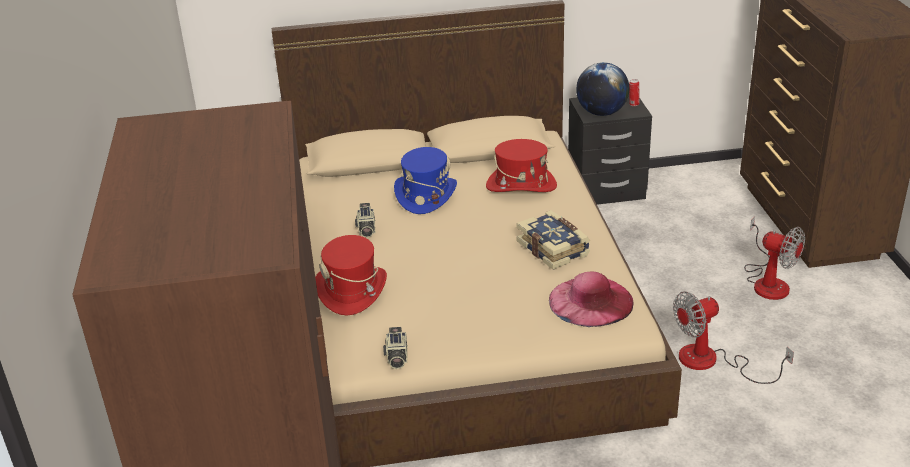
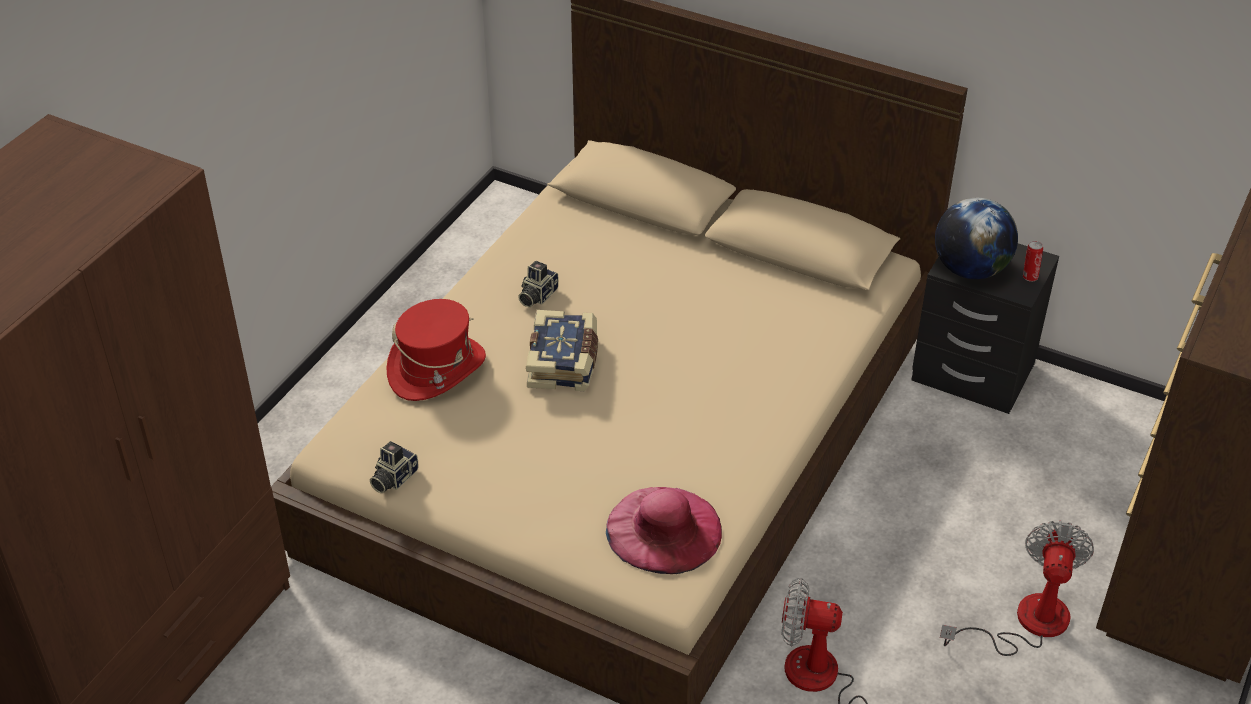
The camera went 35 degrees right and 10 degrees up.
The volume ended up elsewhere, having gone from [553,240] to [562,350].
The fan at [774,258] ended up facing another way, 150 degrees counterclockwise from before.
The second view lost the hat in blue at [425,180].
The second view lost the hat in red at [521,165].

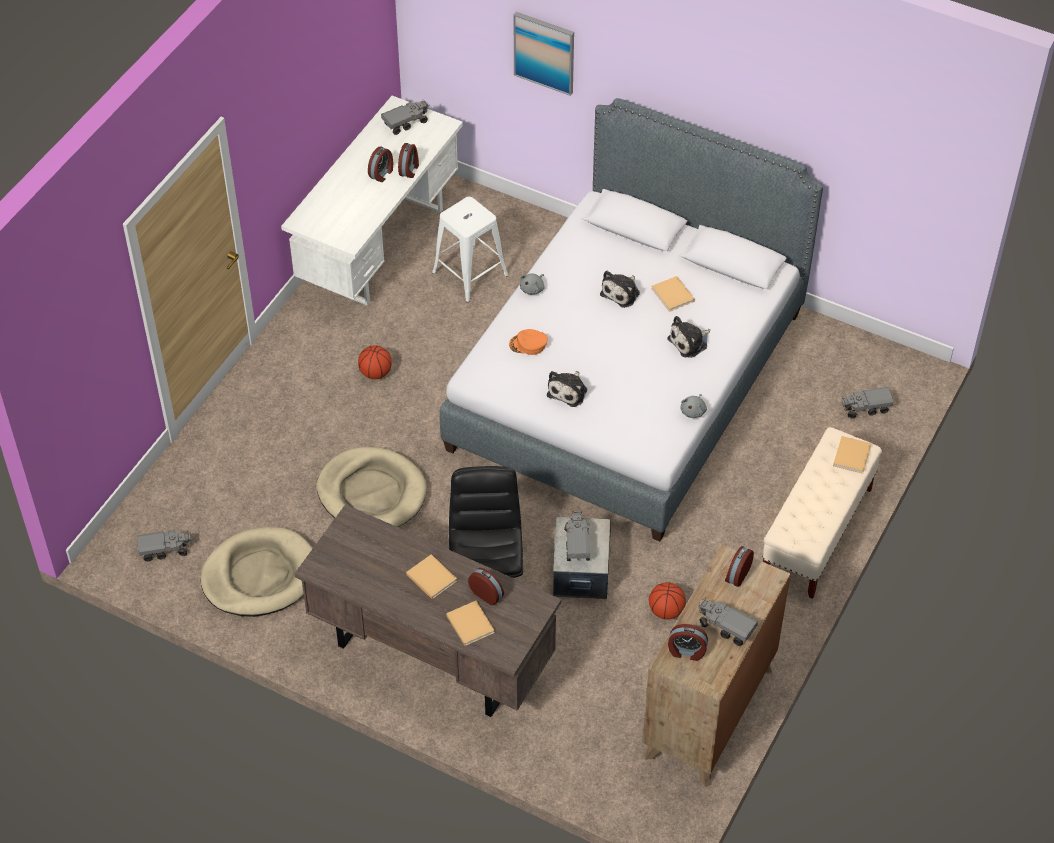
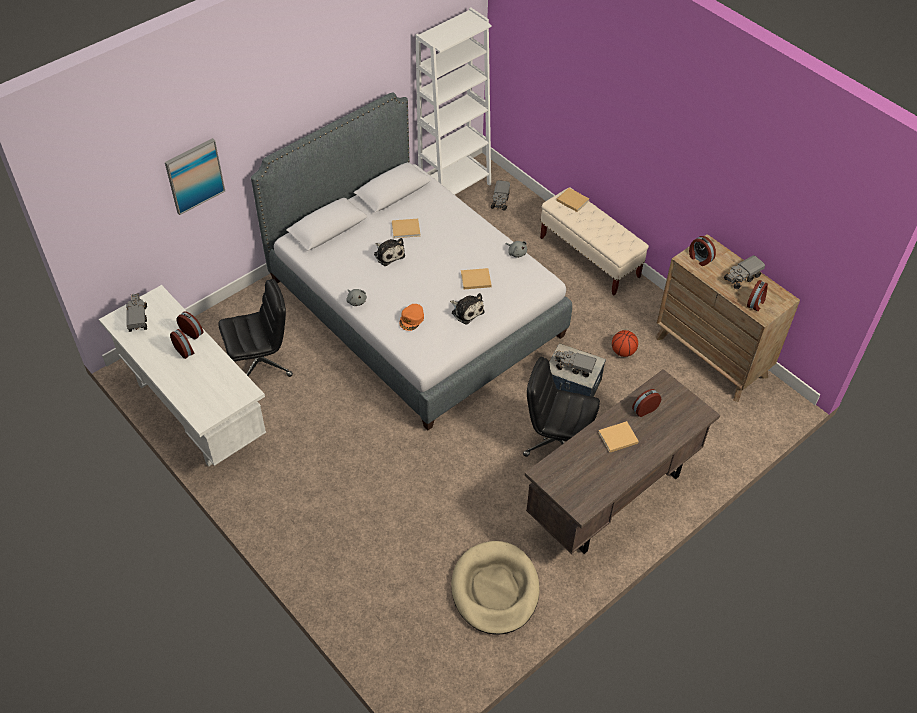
The camera went 70 degrees left and 0 degrees up.
Where the sitting stool in white-coloured stood at [470,250], the desk chair in black-coloured came to stand at [256,328].
The second view gained the shelving unit in white-coloured at [454,101].
The volume in beige ended up elsewhere, having gone from [470,623] to [476,278].
The second view lost the toy truck at [164,546].
The second view lost the dog cushion in beige at [372,487].
The second view lost the basketball at [375,362].
The second view lost the cuddly toy at [688,337].

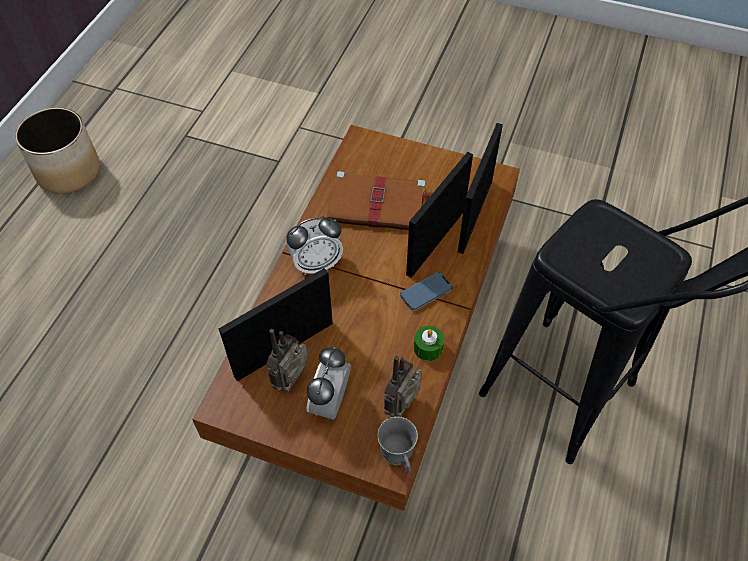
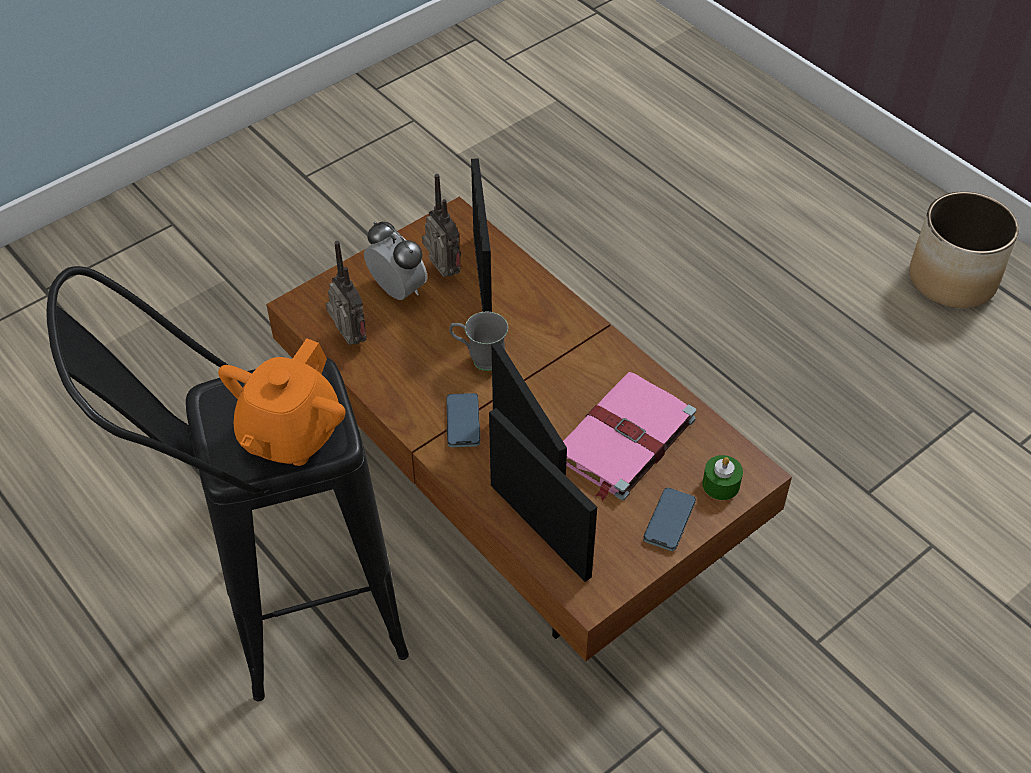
The camera went 120 degrees right and 5 degrees down.
The second view gained the pot for tea in orange at [282,402].
The tea mug in greyish ended up elsewhere, having gone from [397,445] to [478,341].
What was the volume in brownish at [378,200] turned into the volume in pink-coloured at [629,436].
The second view gained the phone at [669,519].
The candle in greenish ended up elsewhere, having gone from [429,343] to [722,477].
The second view lost the table clock at [314,246].

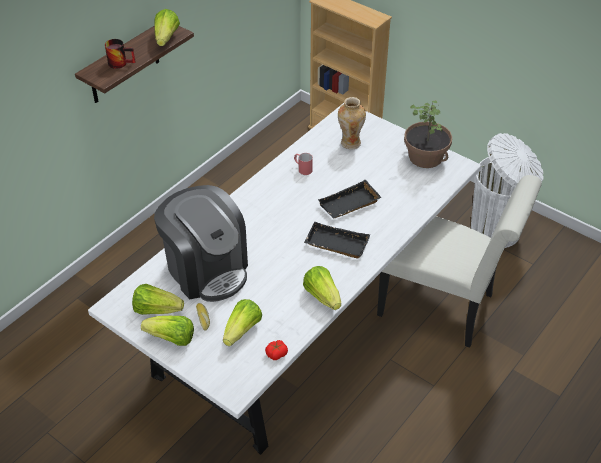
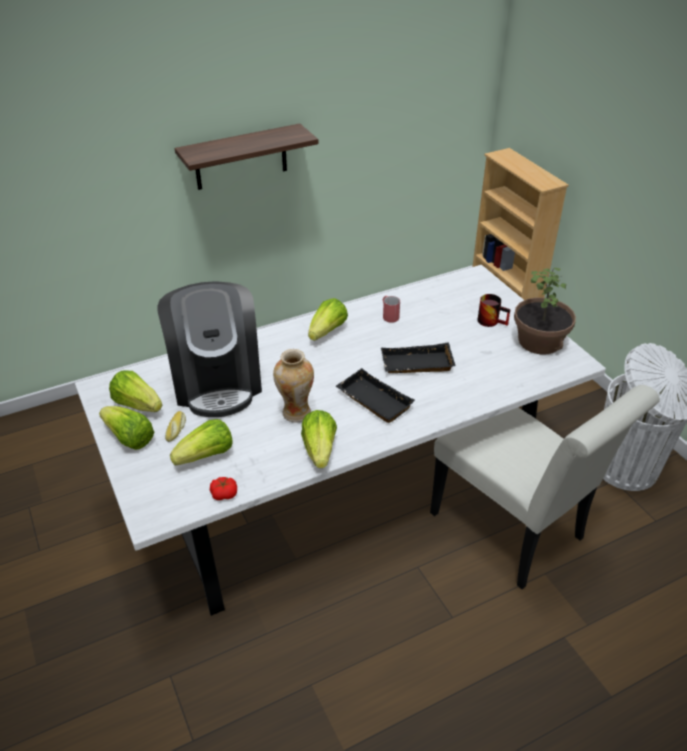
The camera went 25 degrees right and 5 degrees down.
The decorative vase ended up elsewhere, having gone from [352,123] to [293,385].
The head of lettuce ended up elsewhere, having gone from [167,27] to [328,319].
The tea mug ended up elsewhere, having gone from [120,54] to [494,310].

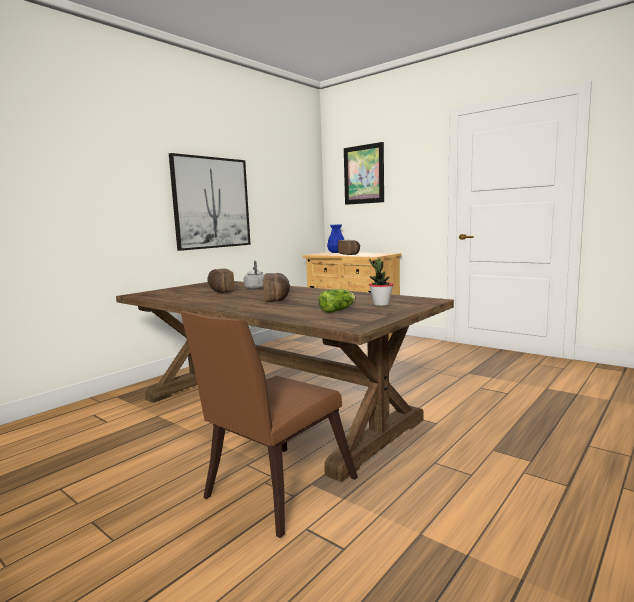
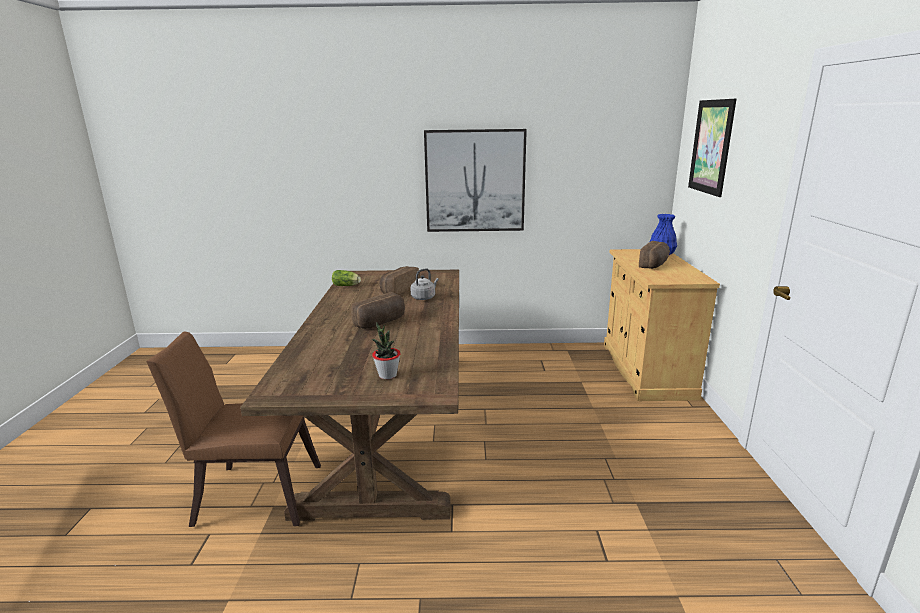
The camera went 50 degrees right and 10 degrees up.
The head of lettuce ended up elsewhere, having gone from [337,301] to [346,278].

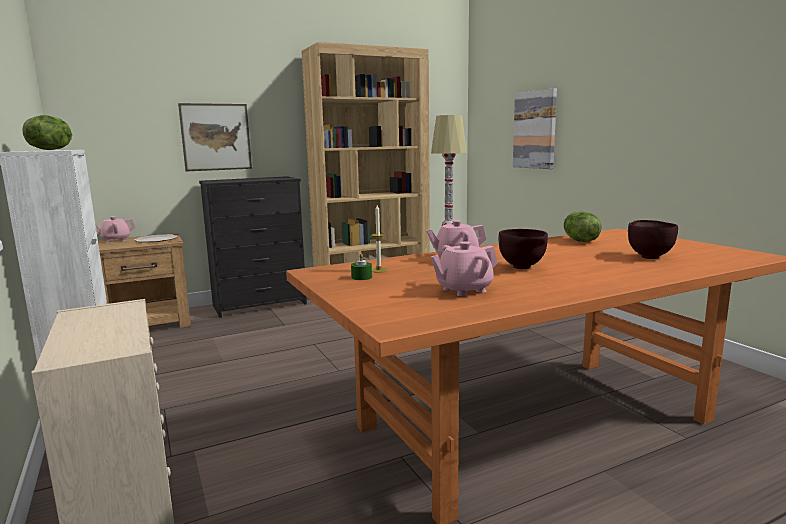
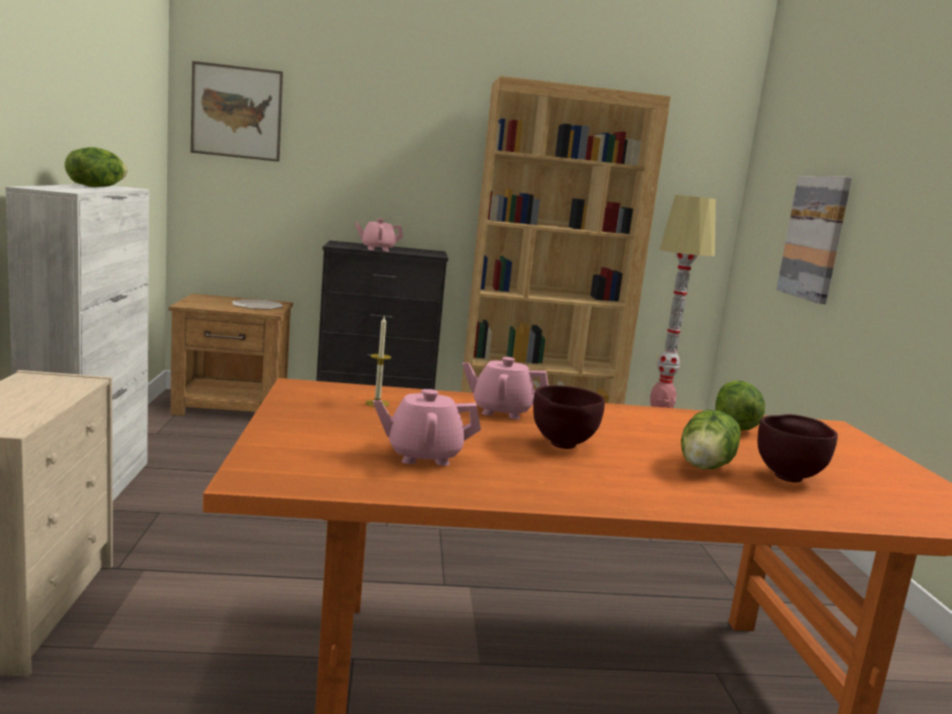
The camera went 20 degrees right and 0 degrees up.
The wall picture ended up elsewhere, having gone from [215,137] to [237,111].
The pot for tea in pink-coloured ended up elsewhere, having gone from [115,229] to [379,235].
The second view gained the head of lettuce at [711,439].
The second view lost the candle in greenish at [361,266].

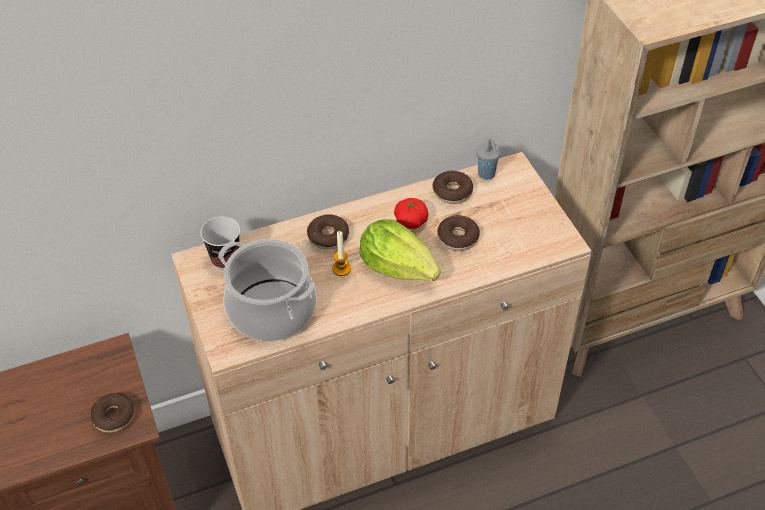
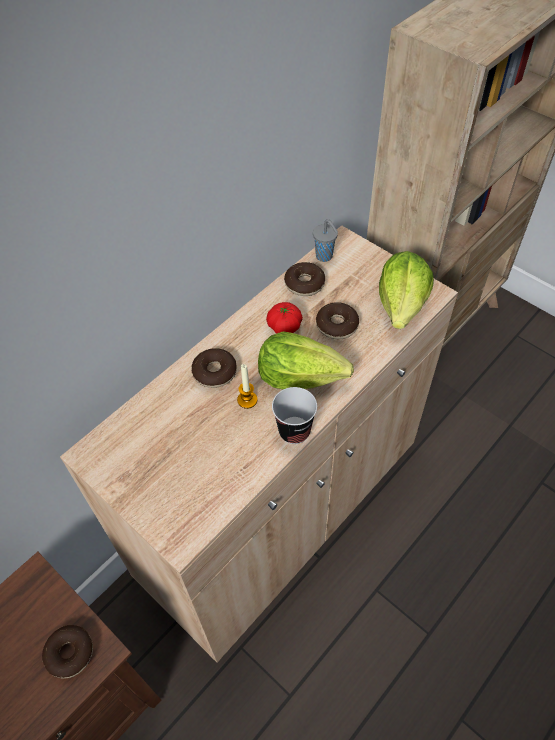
The camera went 25 degrees left and 5 degrees up.
The small cup ended up elsewhere, having gone from [220,243] to [294,415].
The second view gained the head of lettuce at [406,290].
The second view lost the saucepot at [267,290].

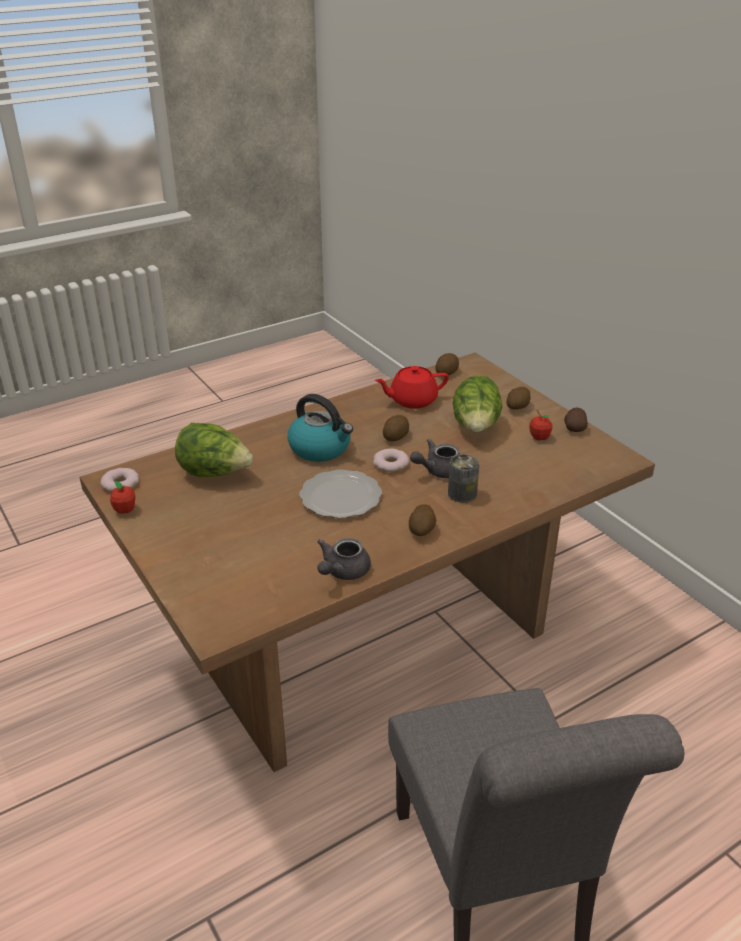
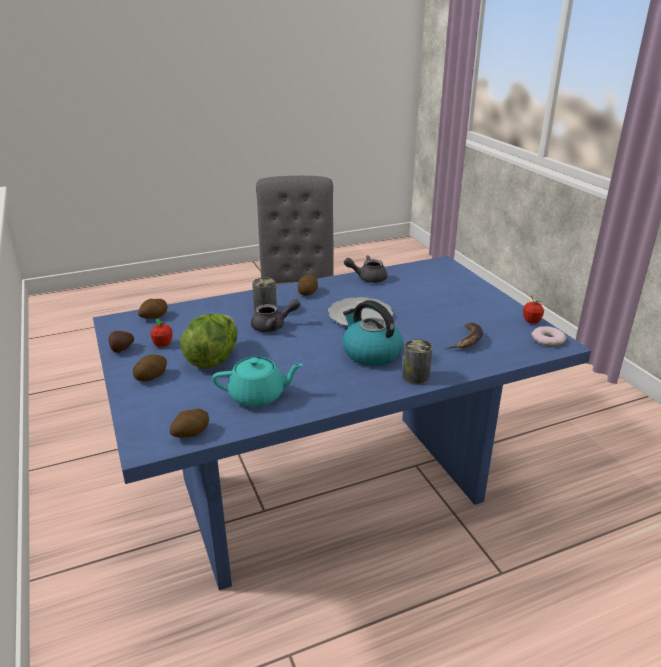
The camera went 170 degrees left and 5 degrees down.
What was the dinner table in brownish at [367,562] turned into the dinner table in blue at [342,423].
The potato ended up elsewhere, having gone from [396,428] to [153,309].
What was the pot for tea in red at [412,387] turned into the pot for tea in turquoise-coloured at [257,382].
The pot for tea in greyish at [344,559] ended up facing another way, 135 degrees counterclockwise from before.
The second view gained the can at [417,362].
Where the head of lettuce stood at [214,450], the whole banana came to stand at [464,336].
The second view lost the ring doughnut at [391,460].

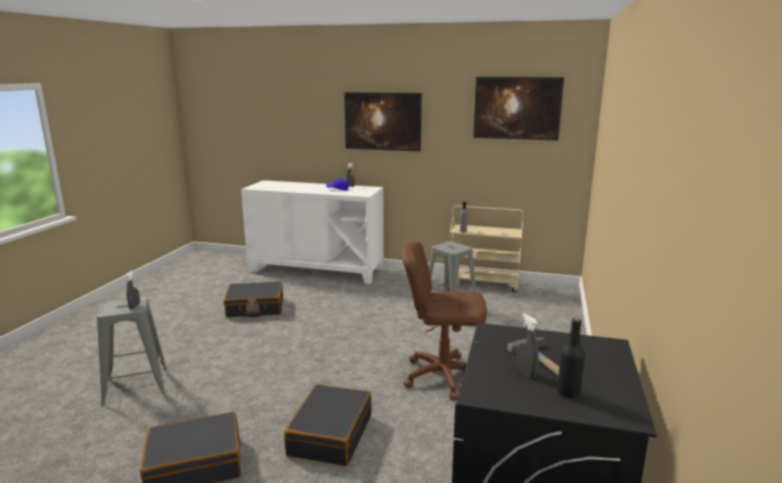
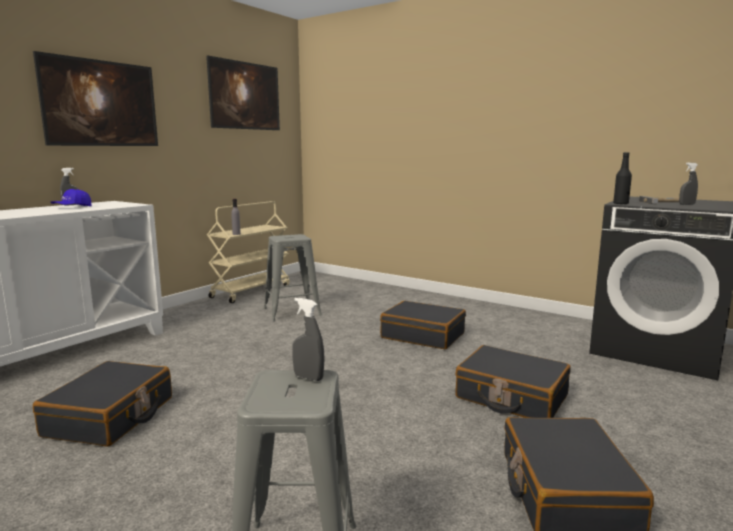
The camera went 70 degrees left and 5 degrees down.
Where the desk chair in brownish stood at [444,320], the piece of luggage in black-coloured came to stand at [423,325].
The bottle in black-coloured ended up elsewhere, having gone from [571,358] to [622,178].

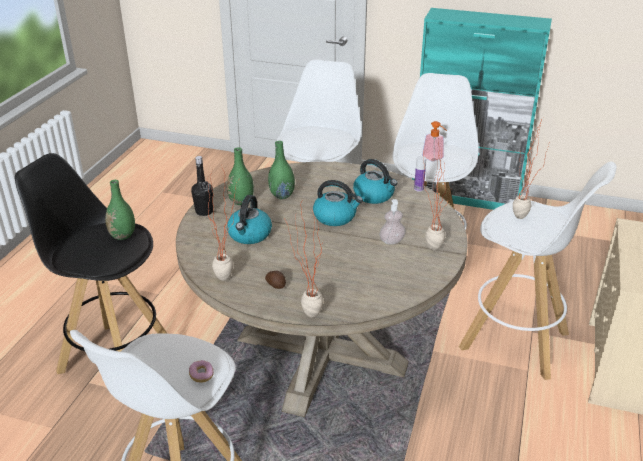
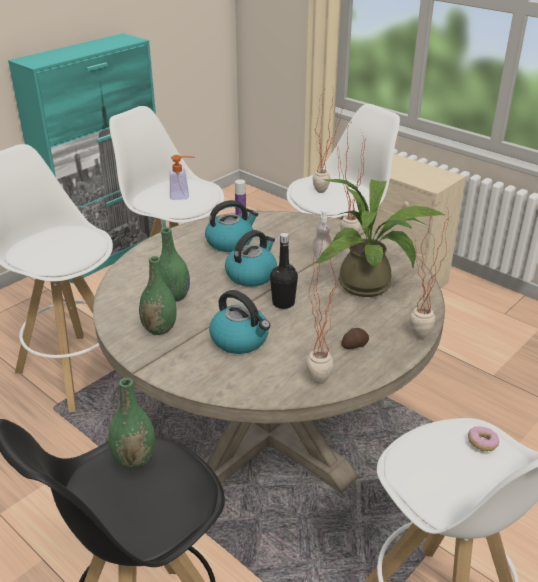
The camera went 65 degrees left and 0 degrees up.
The bottle in black-coloured ended up elsewhere, having gone from [202,186] to [284,271].
The second view gained the potted plant at [380,238].

